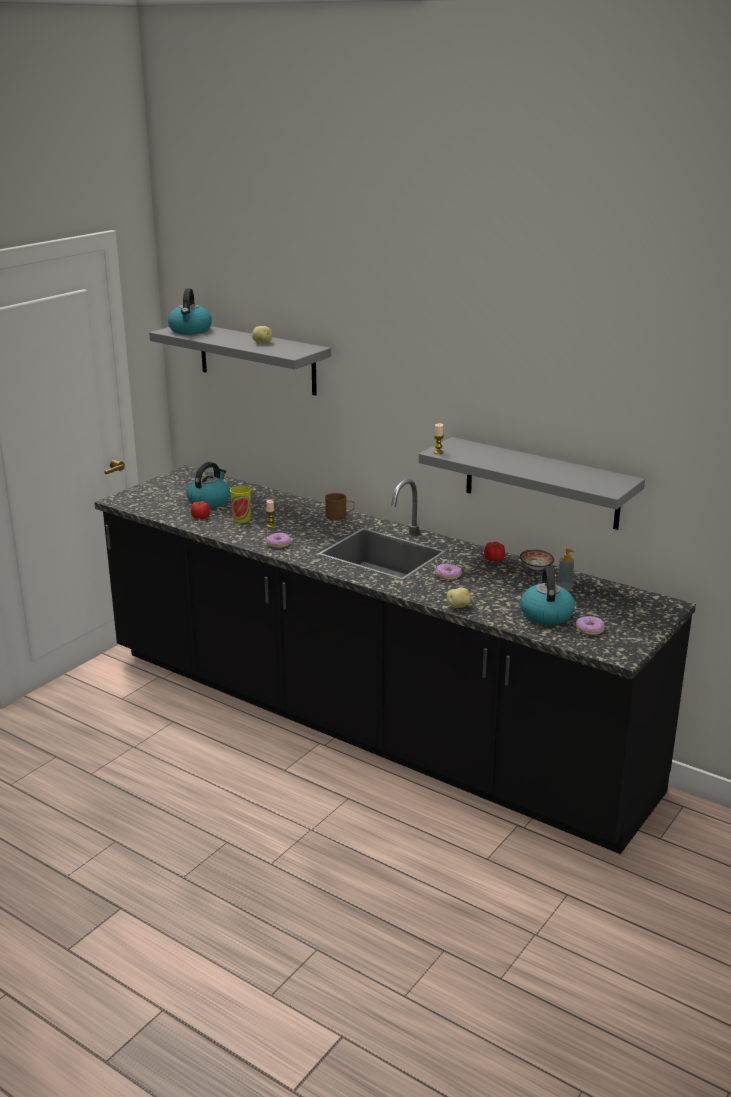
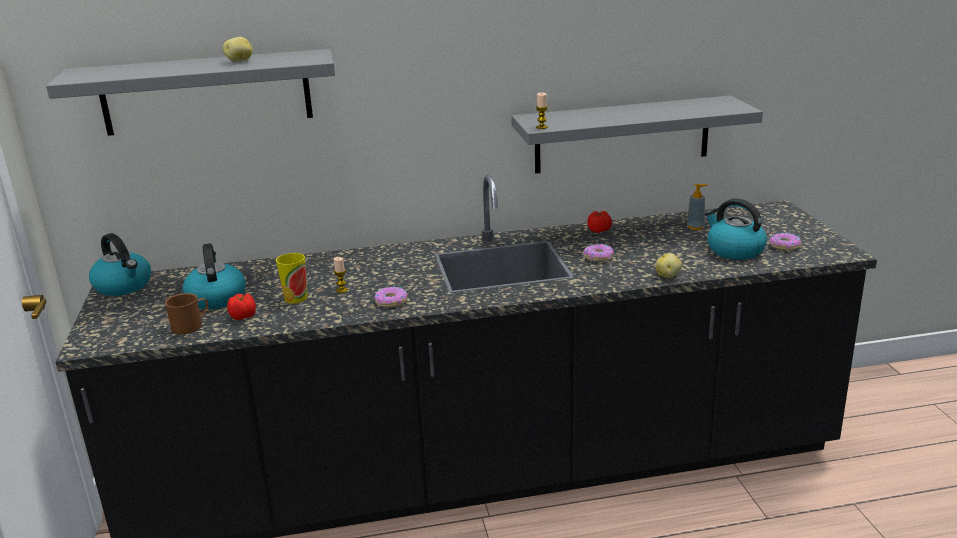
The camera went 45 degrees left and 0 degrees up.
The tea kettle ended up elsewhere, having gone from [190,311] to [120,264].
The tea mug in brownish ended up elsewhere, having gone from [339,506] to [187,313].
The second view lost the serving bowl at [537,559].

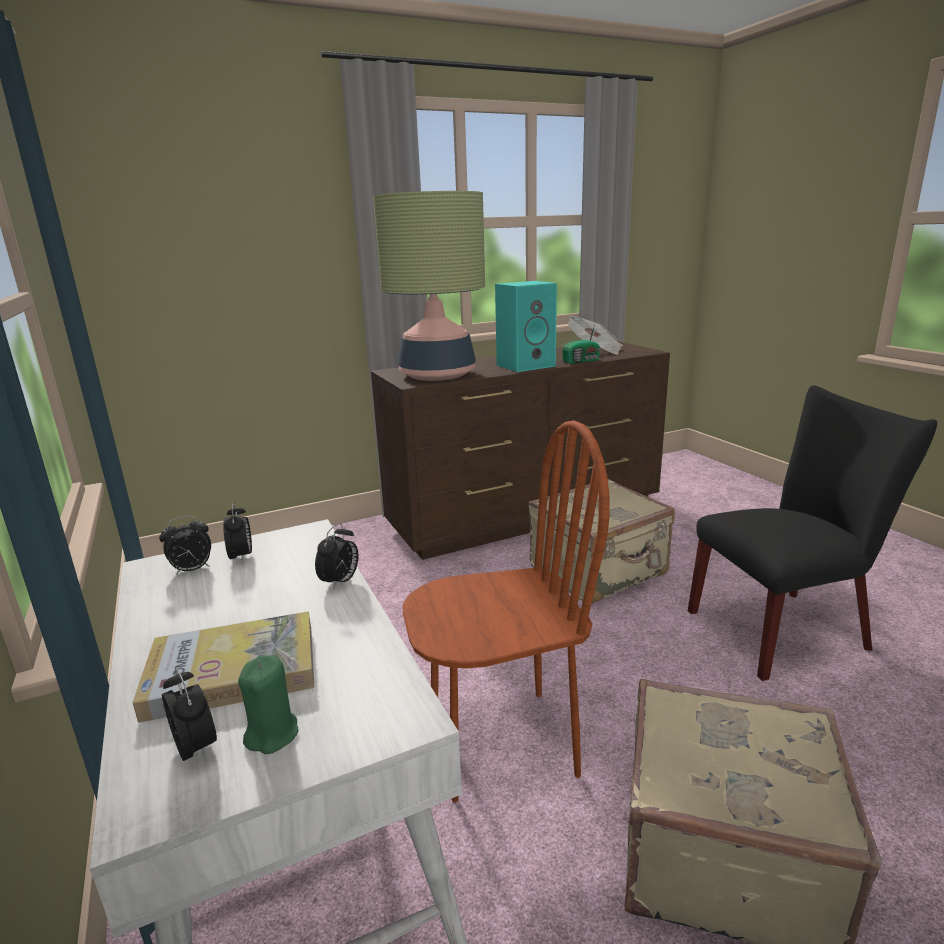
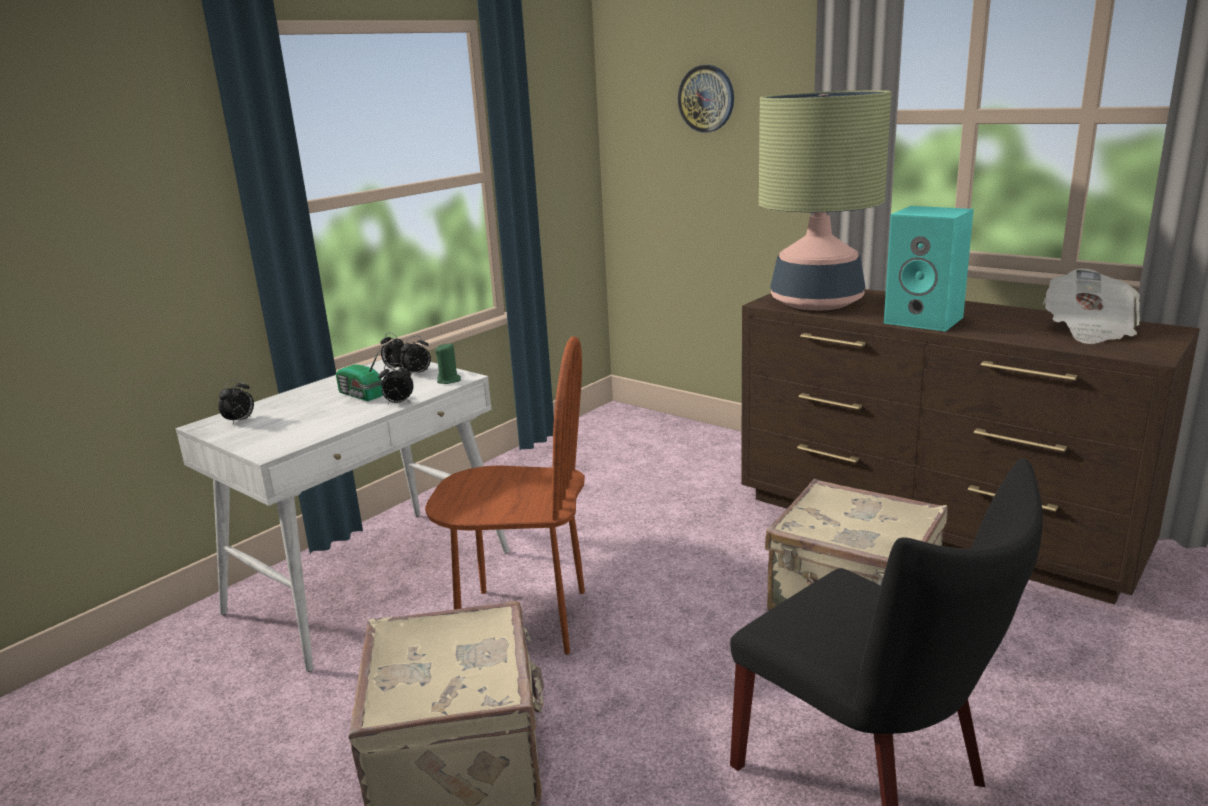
The camera went 65 degrees right and 0 degrees up.
The radio ended up elsewhere, having gone from [581,344] to [359,375].
The chair in brownish at [506,611] ended up facing another way, 45 degrees counterclockwise from before.
The candle in greenish ended up elsewhere, having gone from [268,704] to [448,363].
The second view gained the hanging clock at [706,98].
The second view lost the volume at [223,667].

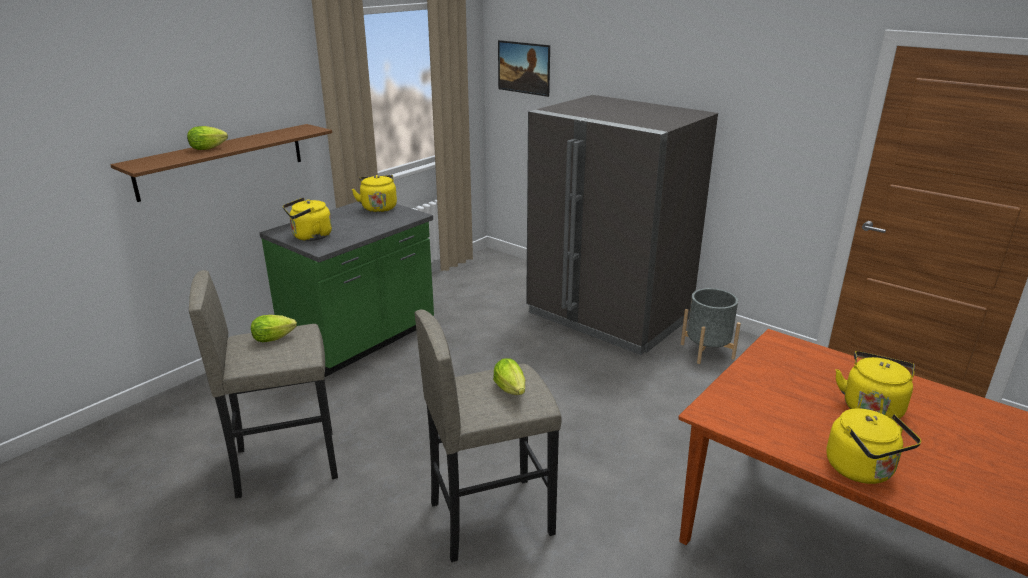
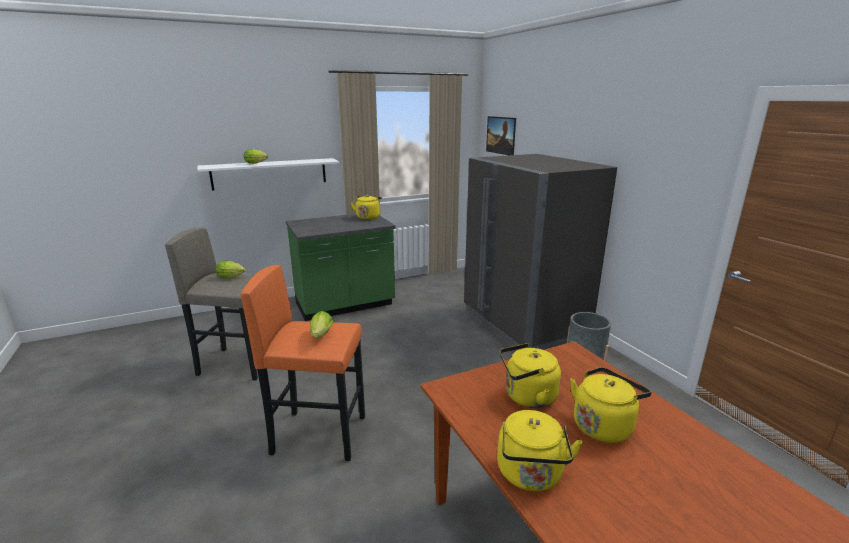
The camera went 25 degrees right and 5 degrees down.
What was the bracket shelf in brownish at [221,163] turned into the bracket shelf in white-coloured at [268,174].
What was the sitting stool in greyish at [488,435] turned into the sitting stool in orange at [303,363].
The tea kettle in yellow-coloured ended up elsewhere, having gone from [307,219] to [530,375].

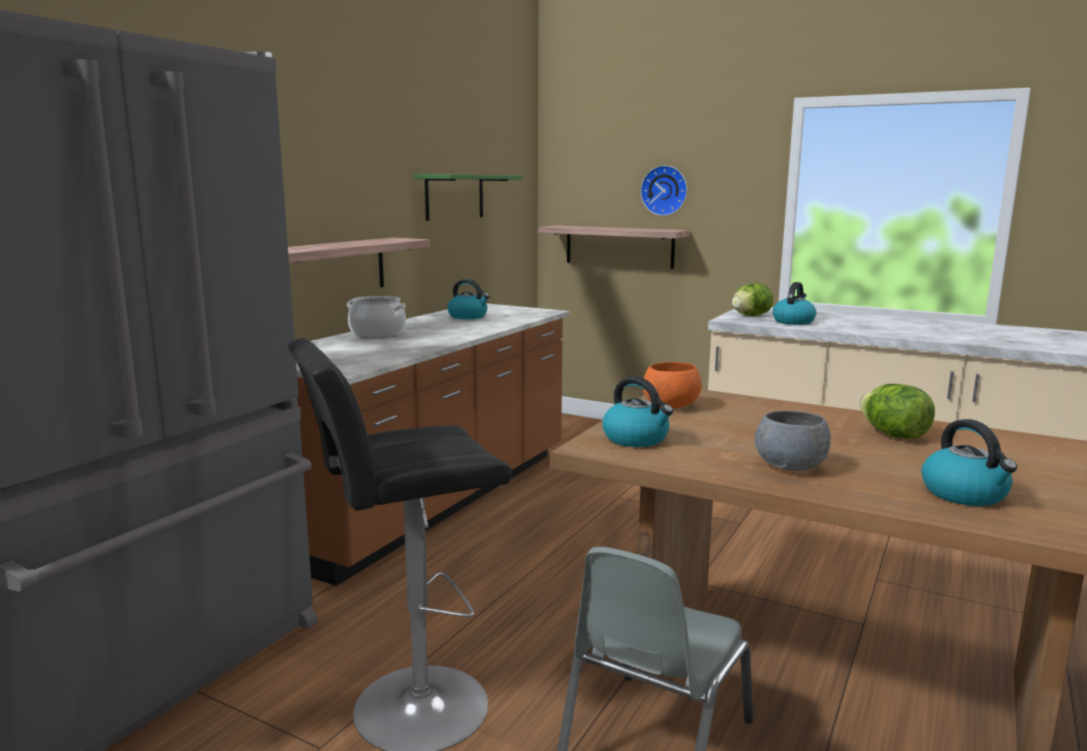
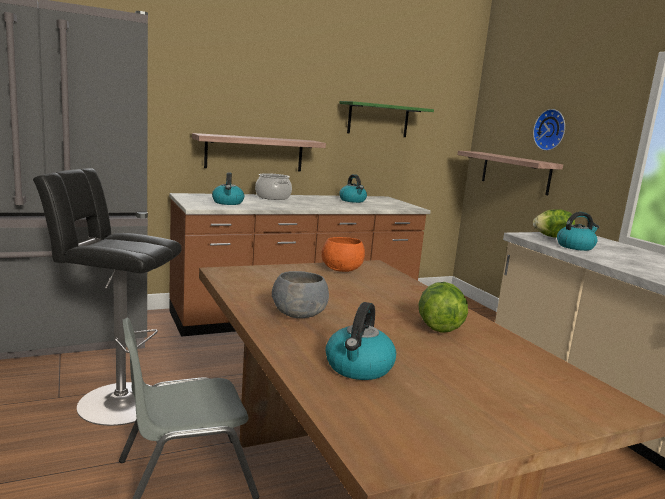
The camera went 35 degrees right and 0 degrees up.
The tea kettle ended up elsewhere, having gone from [637,412] to [228,188].

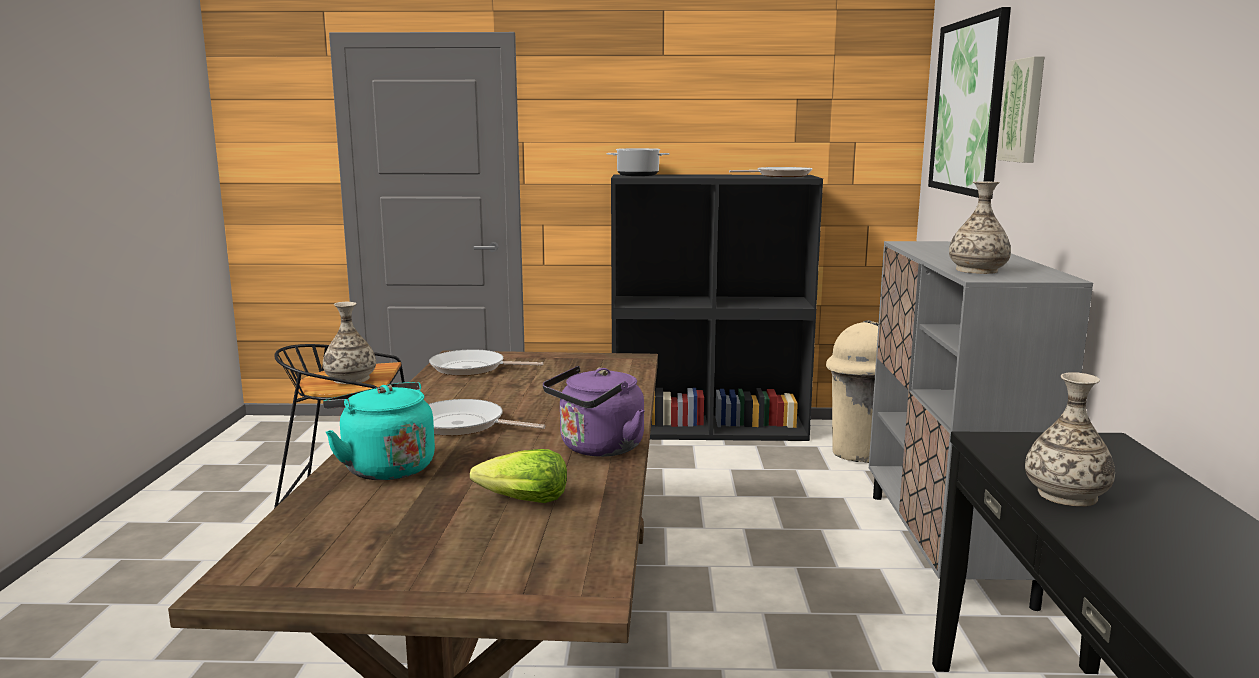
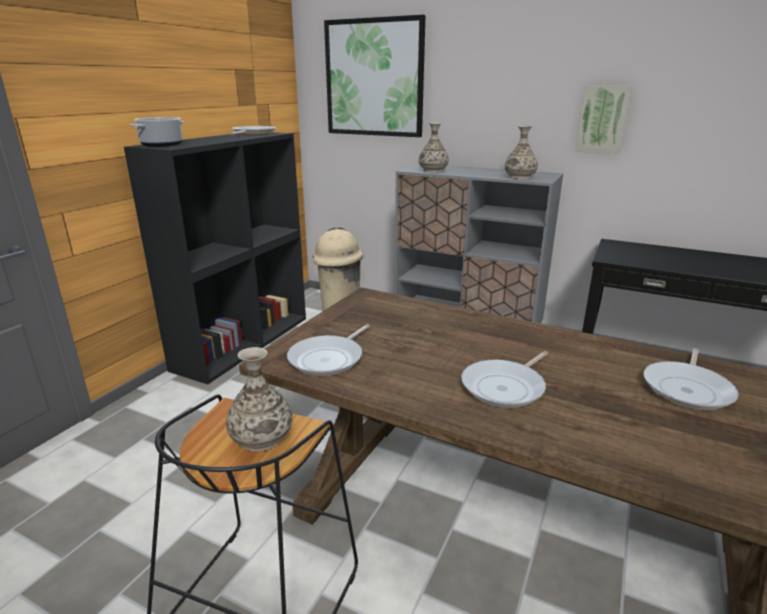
The camera went 65 degrees left and 10 degrees up.
The decorative vase ended up elsewhere, having gone from [1070,439] to [434,147].
The wall picture ended up elsewhere, having gone from [1021,109] to [603,120].
Where the head of lettuce stood at [518,476], the frying pan came to stand at [691,379].
The second view lost the tea kettle in turquoise-coloured at [379,431].
The second view lost the tea kettle in purple-coloured at [593,411].

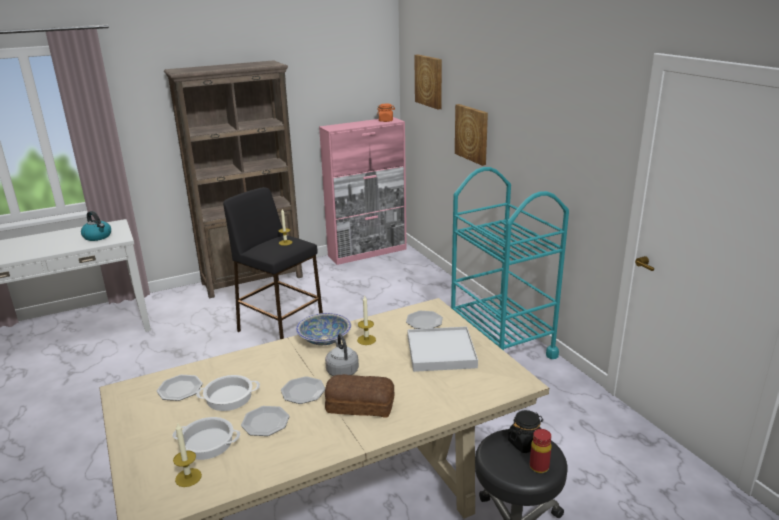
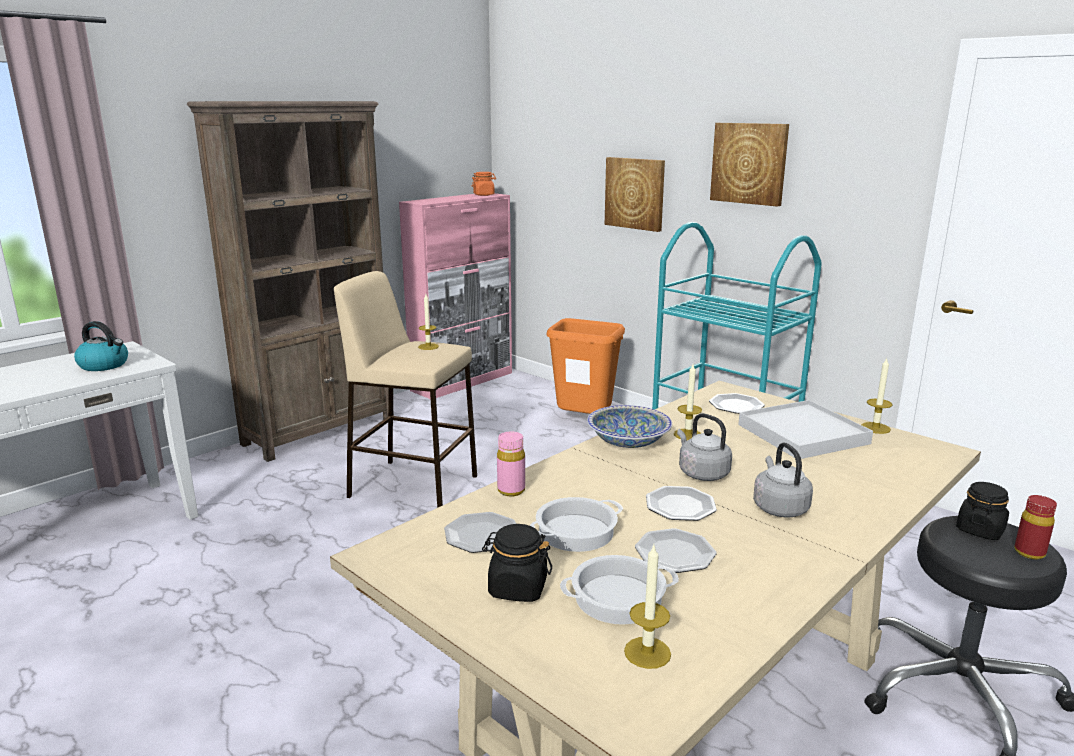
The camera went 20 degrees left and 5 degrees down.
What was the sitting stool in black-coloured at [273,263] turned into the sitting stool in beige at [405,389].
The second view gained the jar in black-coloured at [517,563].
The second view gained the bottle in pink-coloured at [511,464].
The second view gained the rubbish bin in orange at [586,366].
The wall picture ended up elsewhere, having gone from [428,82] to [749,165].
Where the baked bread stood at [359,395], the tea kettle in greyish came to stand at [783,480].
The second view gained the candle at [877,396].

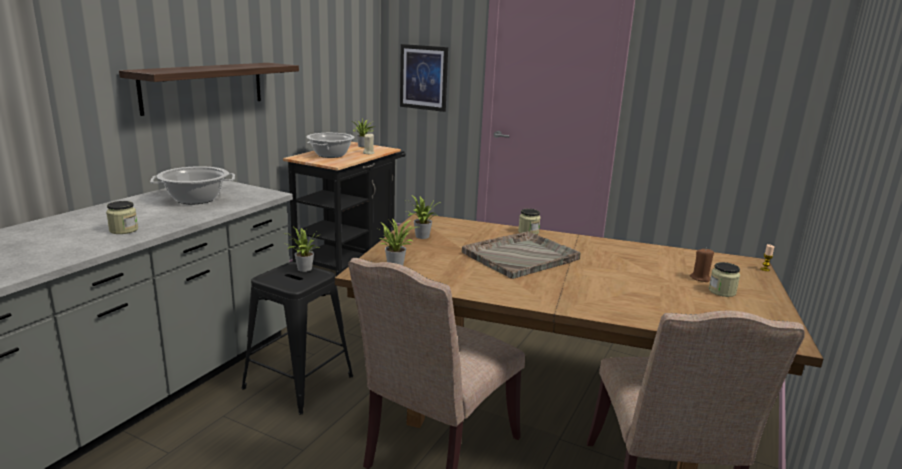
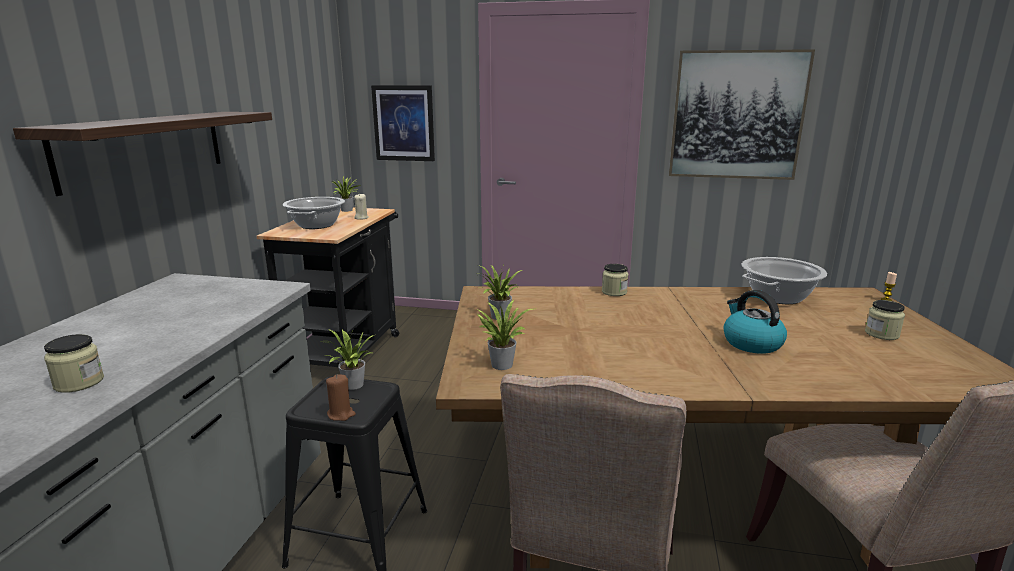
The camera went 15 degrees left and 0 degrees up.
The candle in brownish ended up elsewhere, having gone from [702,265] to [341,398].
The second view gained the wall picture at [742,114].
The second view gained the tea kettle at [755,322].
The saucepot ended up elsewhere, having gone from [192,185] to [784,280].
The second view lost the carrying tray in greyish at [521,255].

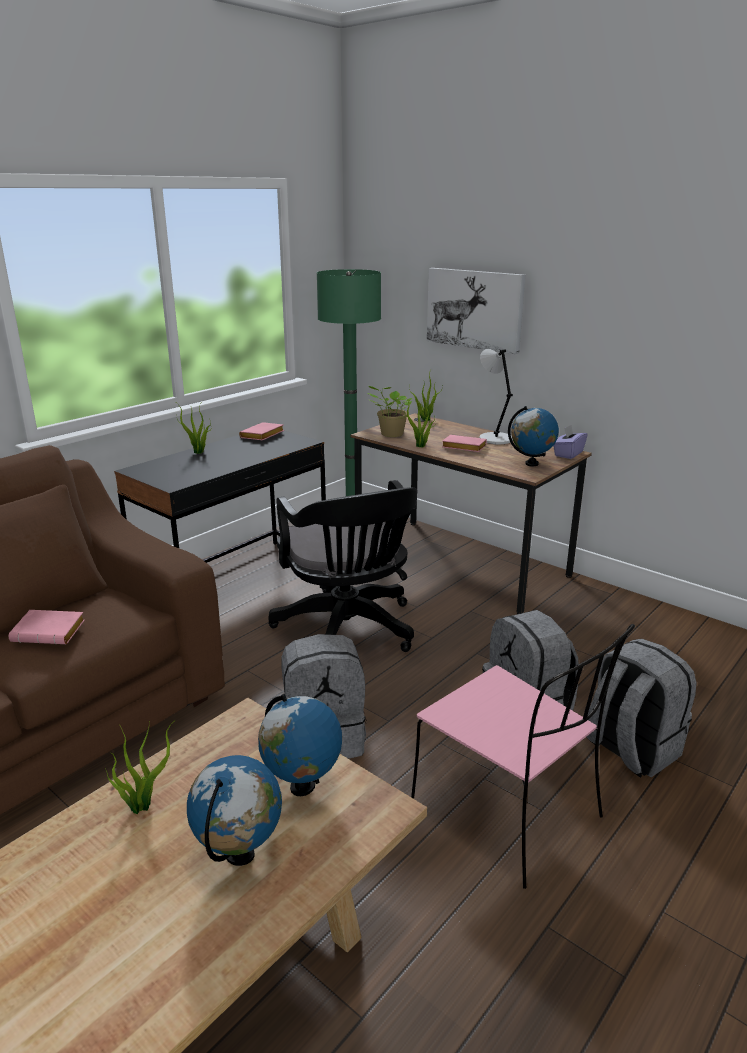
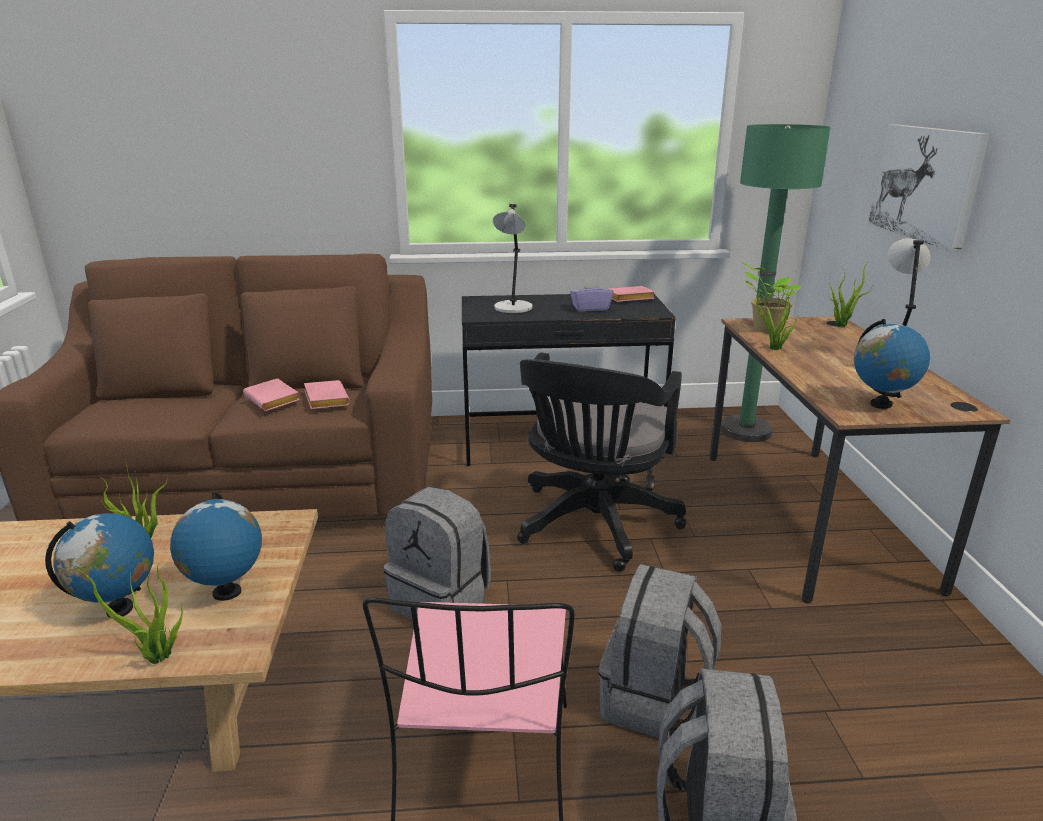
The camera went 45 degrees right and 0 degrees up.
The potted plant ended up elsewhere, having gone from [194,429] to [129,613].
The volume in pink-coloured ended up elsewhere, having gone from [464,443] to [327,394].
The second view gained the lamp for a table in greyish at [512,258].
The box of tissues in purple-coloured ended up elsewhere, having gone from [570,442] to [591,295].

